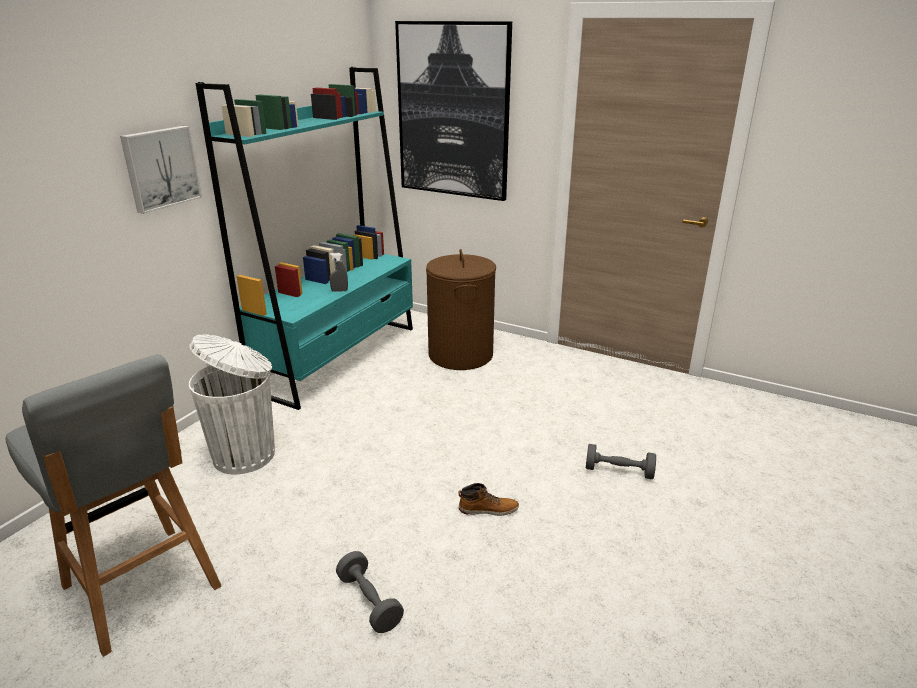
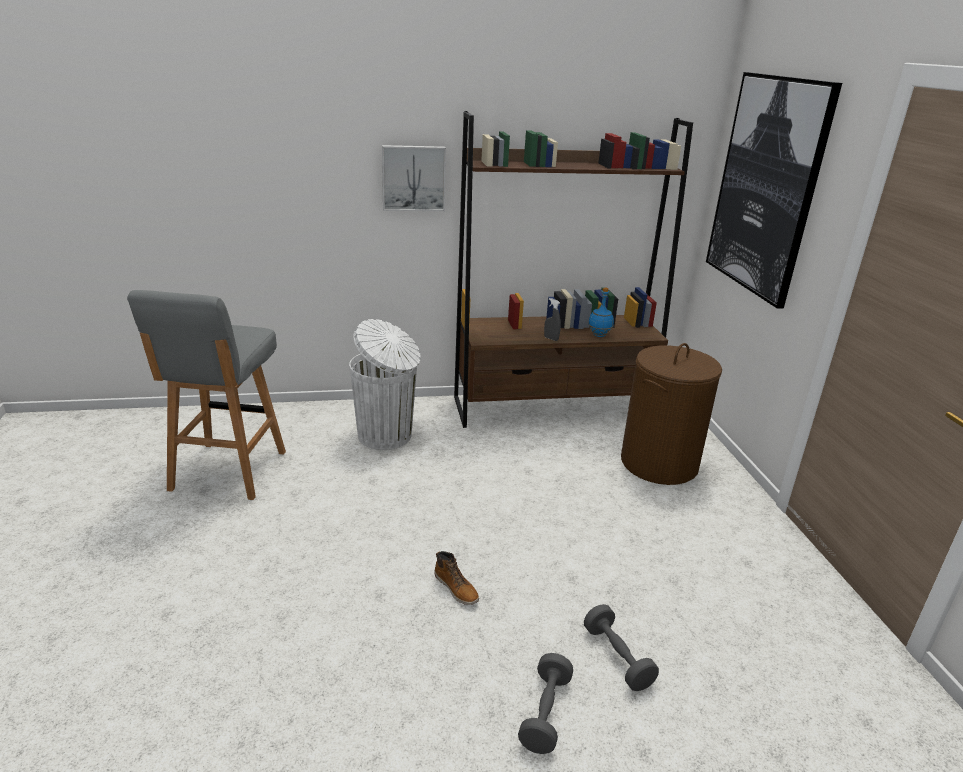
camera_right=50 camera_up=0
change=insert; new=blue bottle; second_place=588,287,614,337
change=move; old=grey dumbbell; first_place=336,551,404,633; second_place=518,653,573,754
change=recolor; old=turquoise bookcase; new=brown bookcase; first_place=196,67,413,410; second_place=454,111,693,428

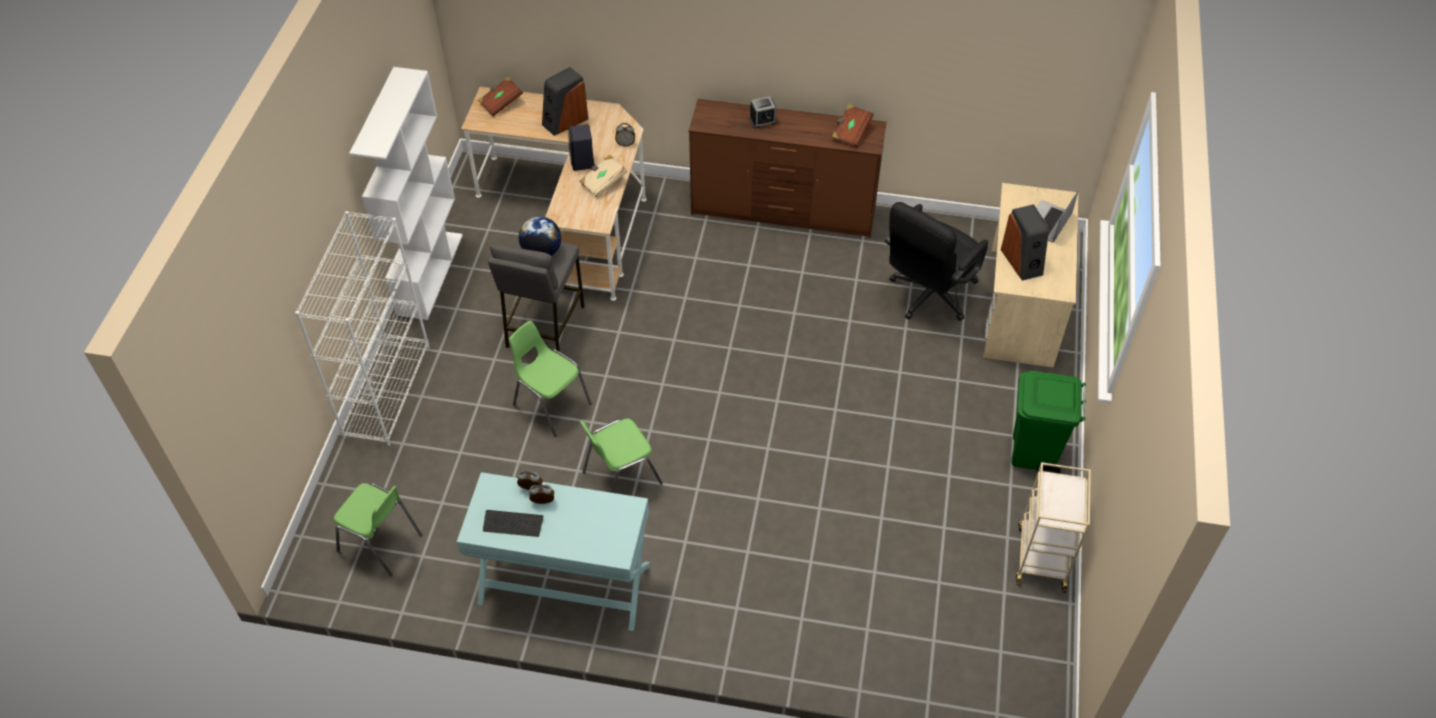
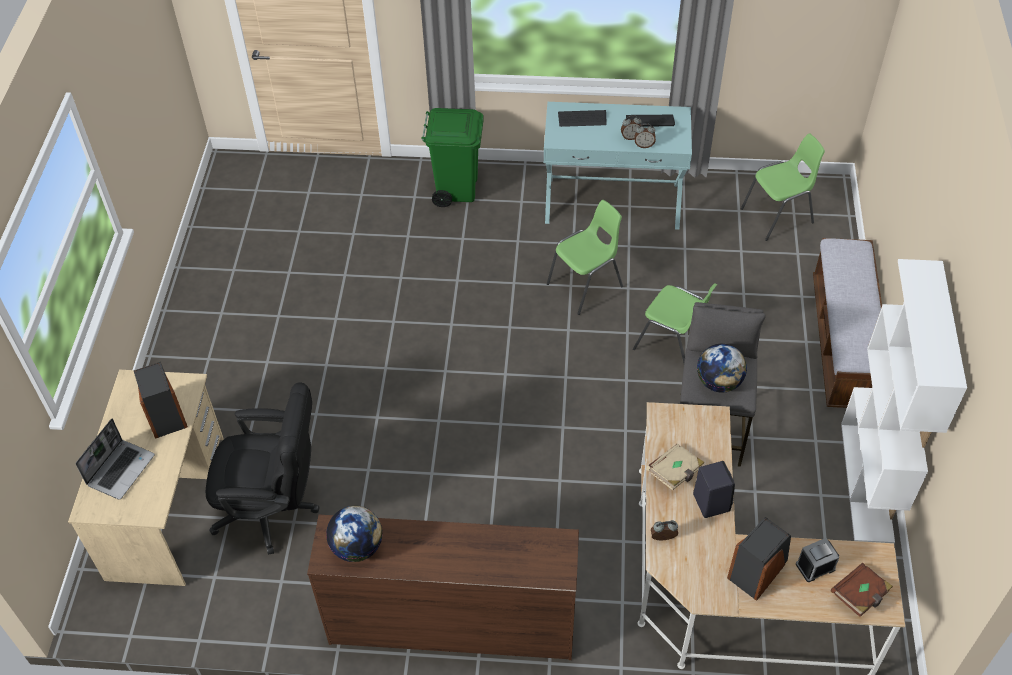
camera_right=175 camera_up=0
change=delete; old=beige cart; first_place=1016,462,1091,593
change=insert; new=keyboard; second_place=558,110,607,127
change=move; old=alarm clock; first_place=749,96,777,128; second_place=796,538,839,582
change=move; old=green trash can; first_place=1011,371,1086,474; second_place=421,108,484,207
change=replace; old=white bookcase; new=bench; first_place=295,211,430,446; second_place=813,238,882,408
change=replace; old=brown book; new=globe; first_place=832,104,874,148; second_place=326,506,383,562
change=rotate; old=green chair; first_place=334,483,422,576; second_place=741,134,825,241; degrees=135
change=rotate; old=black office chair; first_place=885,202,988,321; second_place=206,382,320,555; degrees=60

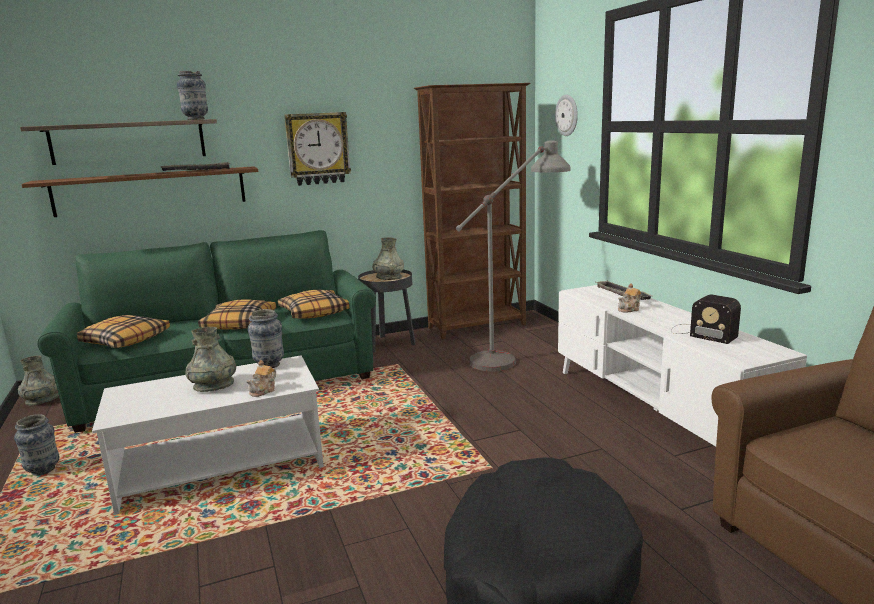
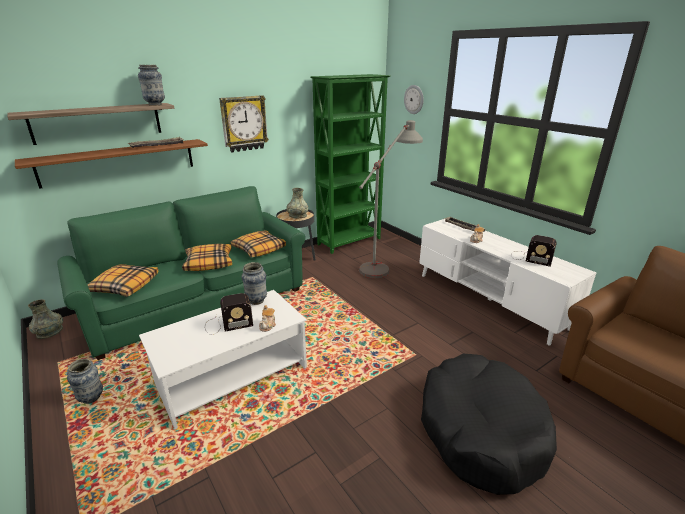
camera_right=-15 camera_up=10
change=replace; old=grey vase; new=radio; first_place=185,327,236,392; second_place=205,293,253,335
change=recolor; old=brown bookcase; new=green bookcase; first_place=414,83,531,339; second_place=310,74,391,254

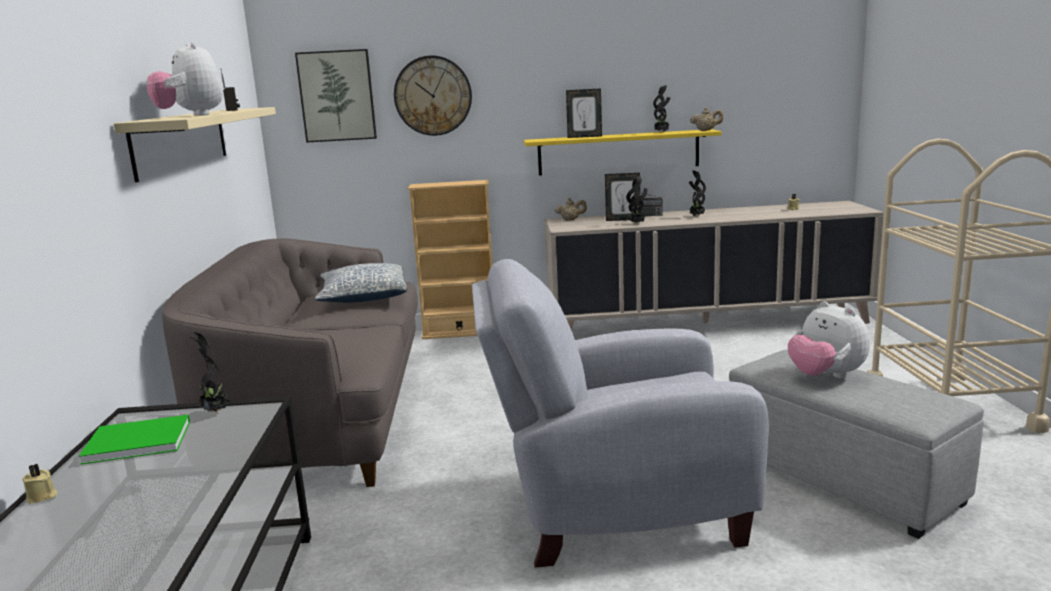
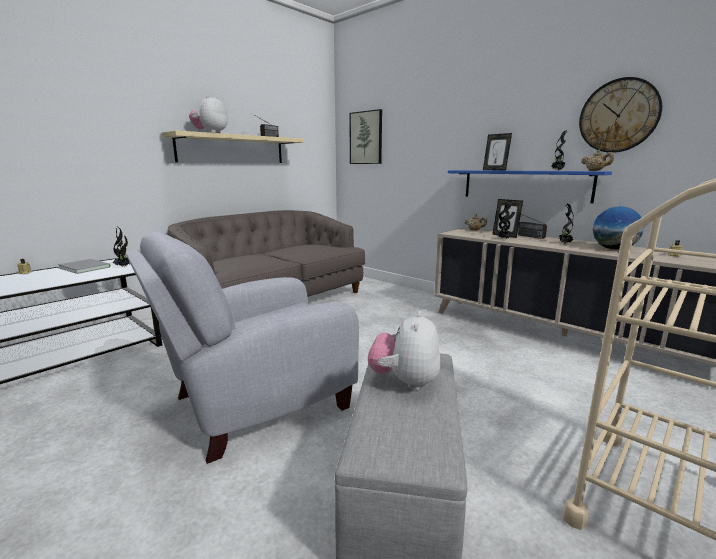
camera_right=45 camera_up=0
change=delete; old=pillow; first_place=315,263,407,303
change=delete; old=beige bookcase; first_place=408,180,493,339
change=insert; new=globe; second_place=592,206,644,250
change=move; old=wall clock; first_place=394,55,472,136; second_place=579,77,662,153
change=recolor; old=green book; new=grey book; first_place=79,415,190,464; second_place=58,259,111,274
change=recolor; old=yellow shelf; new=blue shelf; first_place=524,129,722,176; second_place=448,170,612,203
change=rotate; old=grey armchair; first_place=472,259,769,568; second_place=126,232,359,464; degrees=-75

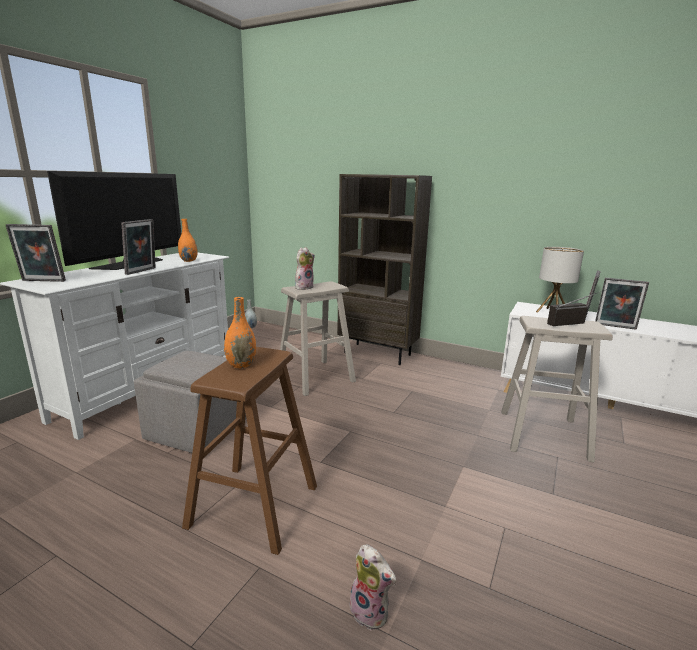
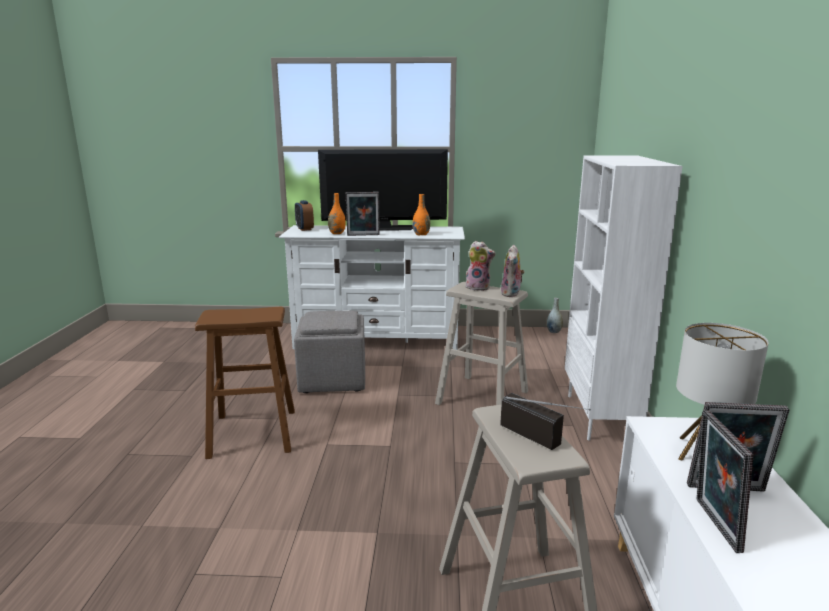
camera_right=65 camera_up=0
change=move; old=orange vase; first_place=224,297,256,368; second_place=328,193,346,234
change=move; old=plush toy; first_place=349,544,396,631; second_place=501,245,525,297
change=replace; old=picture frame; new=alarm clock; first_place=6,224,66,282; second_place=295,200,314,231
change=recolor; old=brown bookcase; new=white bookcase; first_place=337,174,432,365; second_place=565,155,683,440

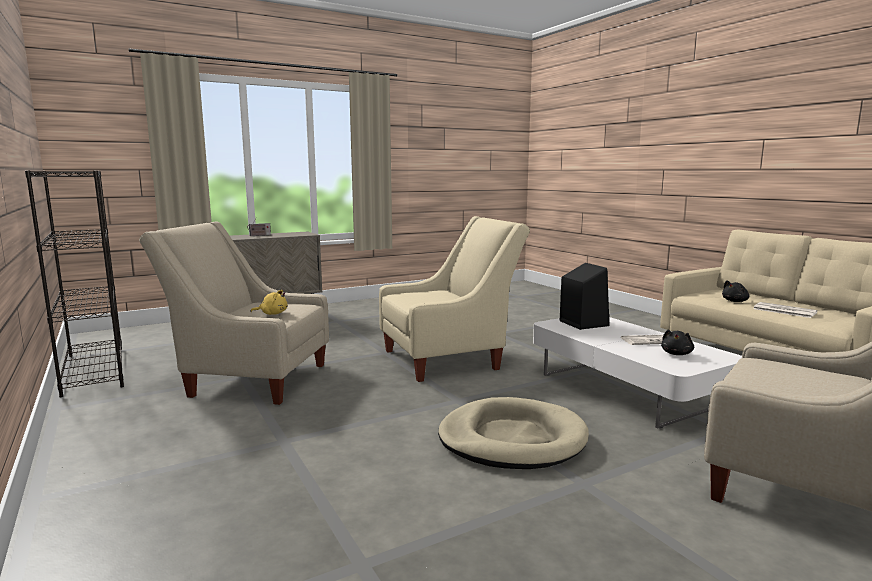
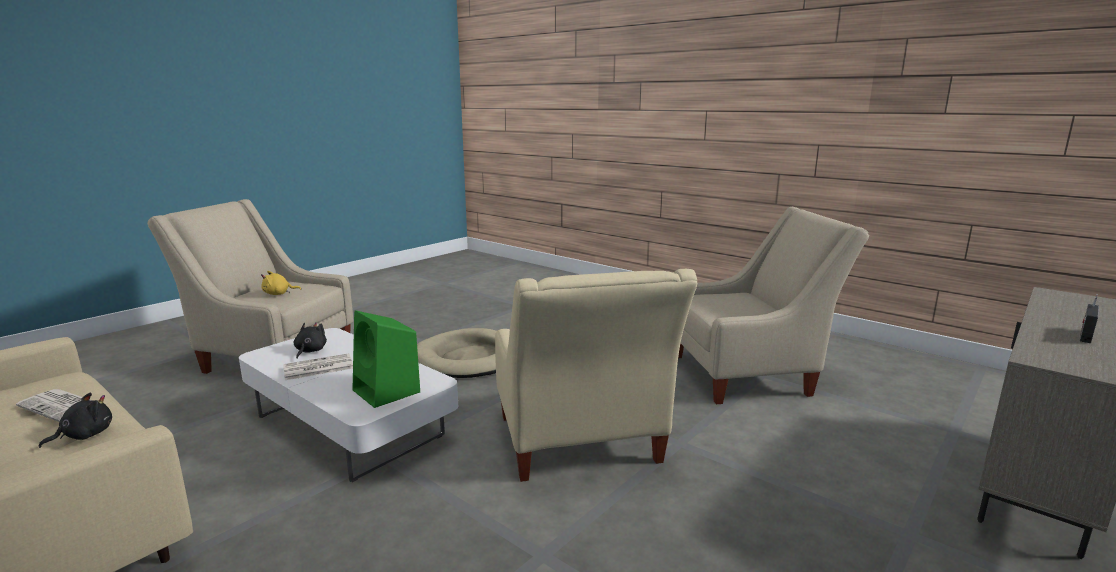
camera_right=160 camera_up=5
change=delete; old=black bookcase; first_place=25,170,124,397
change=move; old=yellow plush toy; first_place=251,290,288,315; second_place=261,271,301,295
change=recolor; old=black speaker; new=green speaker; first_place=559,263,610,330; second_place=353,310,420,408
change=rotate; old=beige armchair; first_place=379,216,530,382; second_place=495,269,697,482; degrees=-60

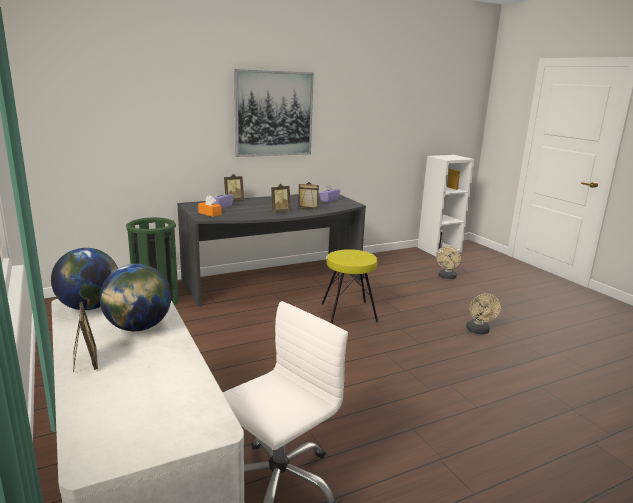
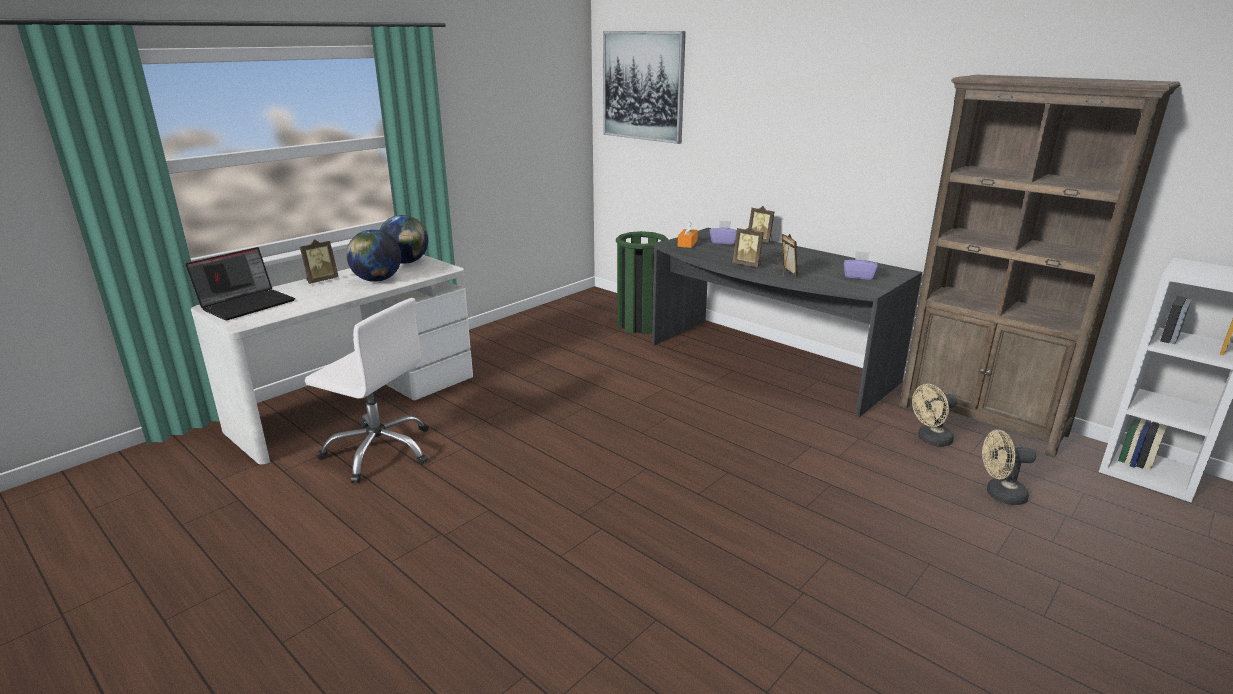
camera_right=70 camera_up=5
change=delete; old=yellow stool; first_place=322,249,378,324
change=insert; new=laptop; second_place=186,247,295,320
change=insert; new=brown bookcase; second_place=899,75,1180,458
change=move; old=picture; first_place=234,69,314,157; second_place=603,31,686,144
change=move; old=beige fan; first_place=466,294,501,334; second_place=912,384,957,447

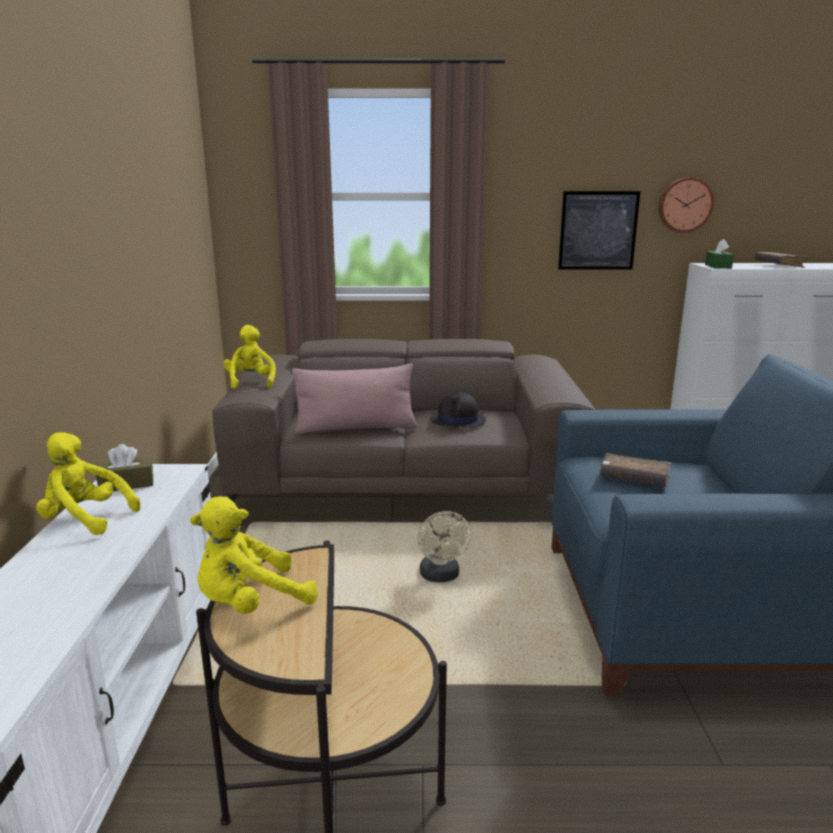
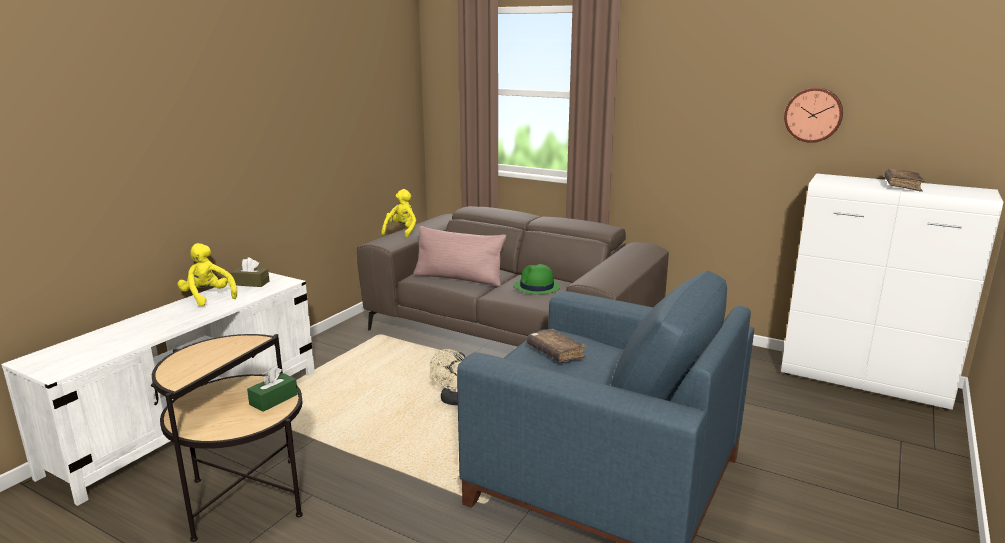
camera_right=30 camera_up=0
change=delete; old=yellow plush toy; first_place=190,496,318,614
change=delete; old=picture; first_place=558,191,641,269
change=move; old=green tissue box; first_place=705,239,734,269; second_place=247,368,298,412
change=recolor; old=black hat; new=green hat; first_place=430,392,486,428; second_place=513,264,561,295

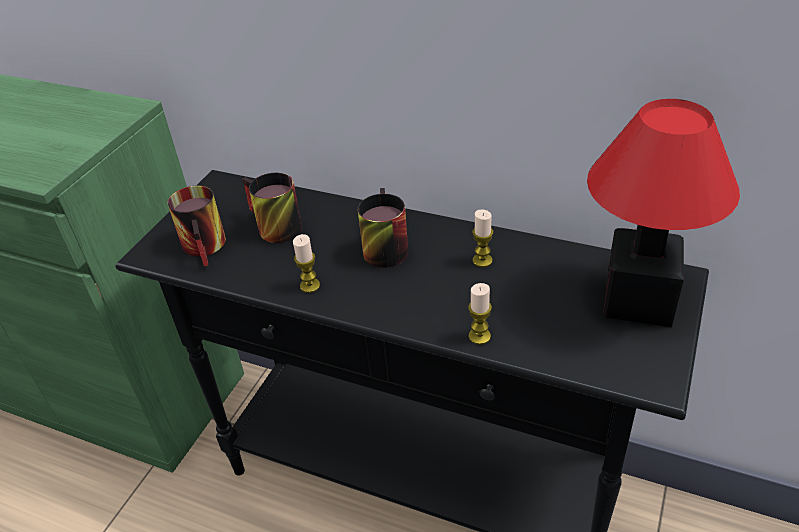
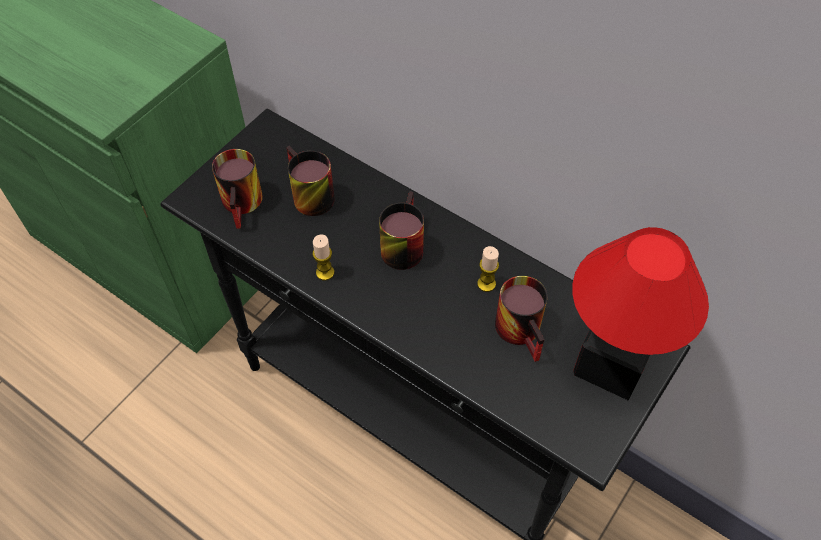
camera_right=10 camera_up=15
change=delete; old=candle; first_place=468,283,492,345
change=insert; new=mug; second_place=495,276,547,362

